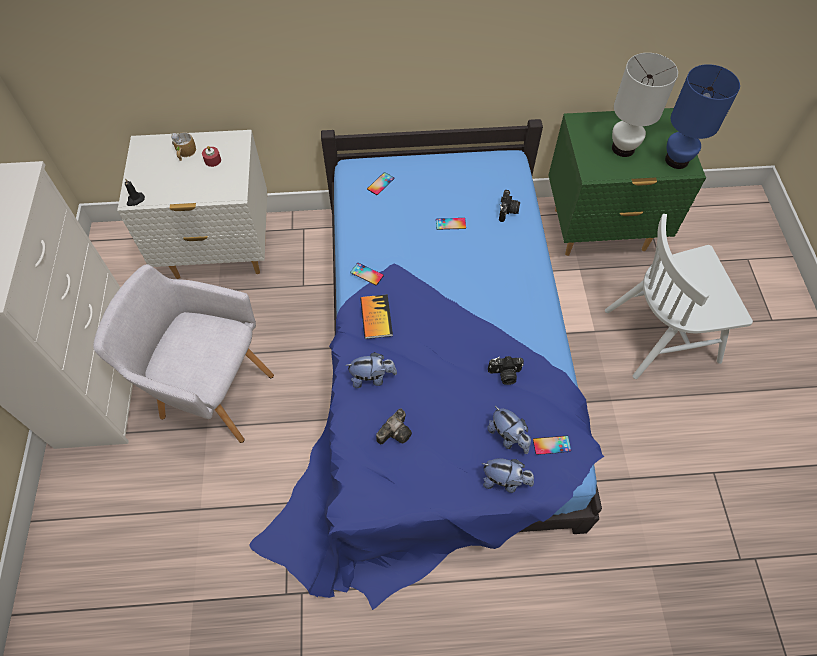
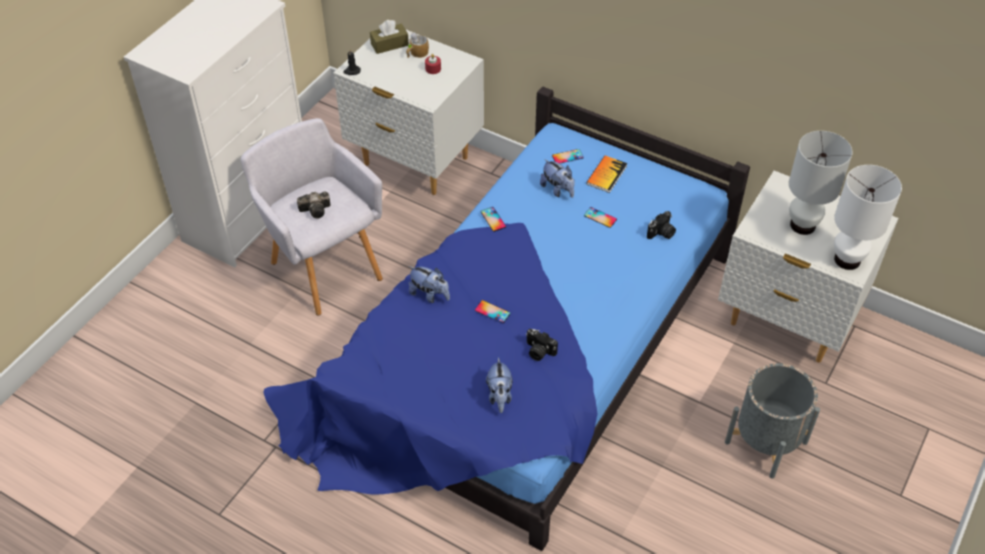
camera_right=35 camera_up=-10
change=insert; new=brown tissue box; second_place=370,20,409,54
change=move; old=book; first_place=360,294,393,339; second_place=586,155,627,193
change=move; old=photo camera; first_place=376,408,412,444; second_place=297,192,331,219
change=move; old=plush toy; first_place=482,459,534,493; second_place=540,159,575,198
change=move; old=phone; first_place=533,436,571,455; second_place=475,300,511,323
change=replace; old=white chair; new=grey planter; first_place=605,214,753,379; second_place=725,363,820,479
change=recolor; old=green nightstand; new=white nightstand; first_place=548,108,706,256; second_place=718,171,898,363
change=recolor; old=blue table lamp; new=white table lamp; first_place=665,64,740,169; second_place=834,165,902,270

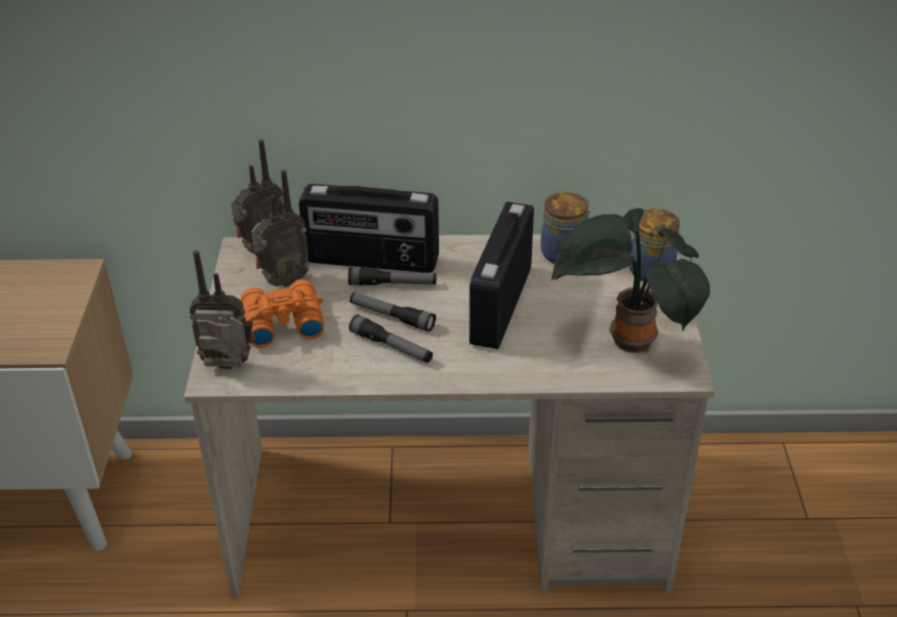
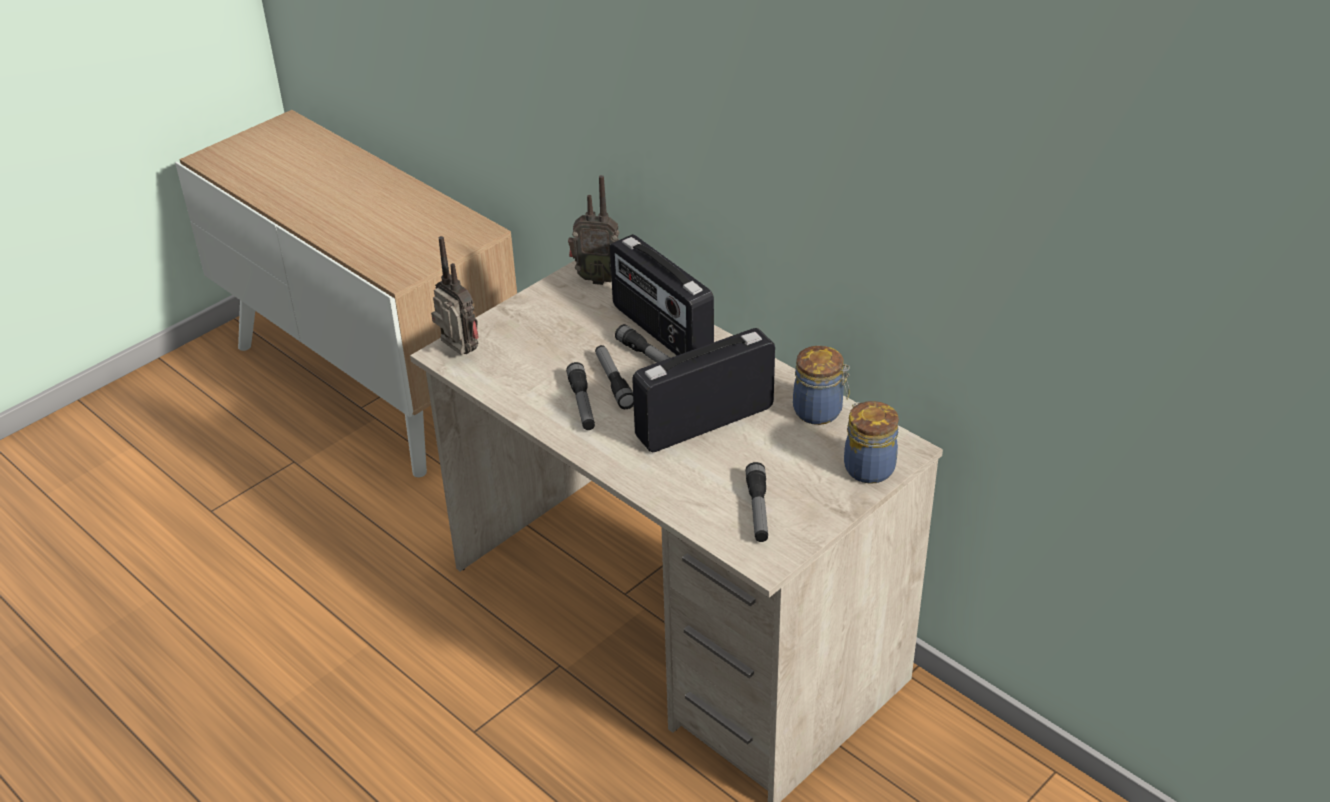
camera_right=45 camera_up=0
change=delete; old=orange binoculars; first_place=241,280,324,348
change=delete; old=radio; first_place=251,169,310,287
change=replace; old=potted plant; new=flashlight; first_place=549,208,710,353; second_place=745,462,768,542

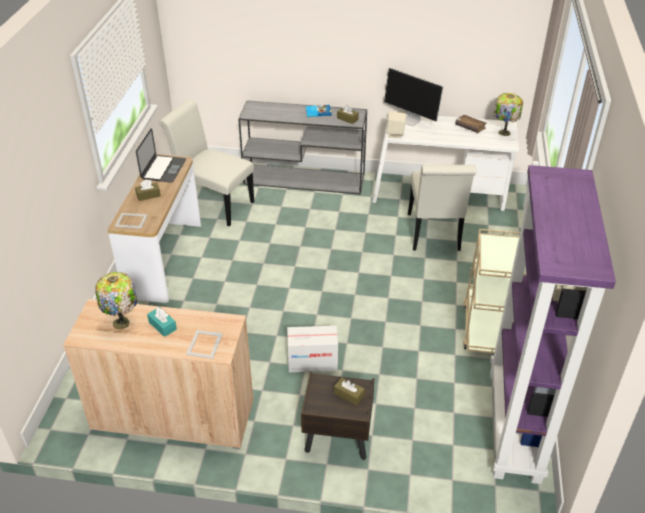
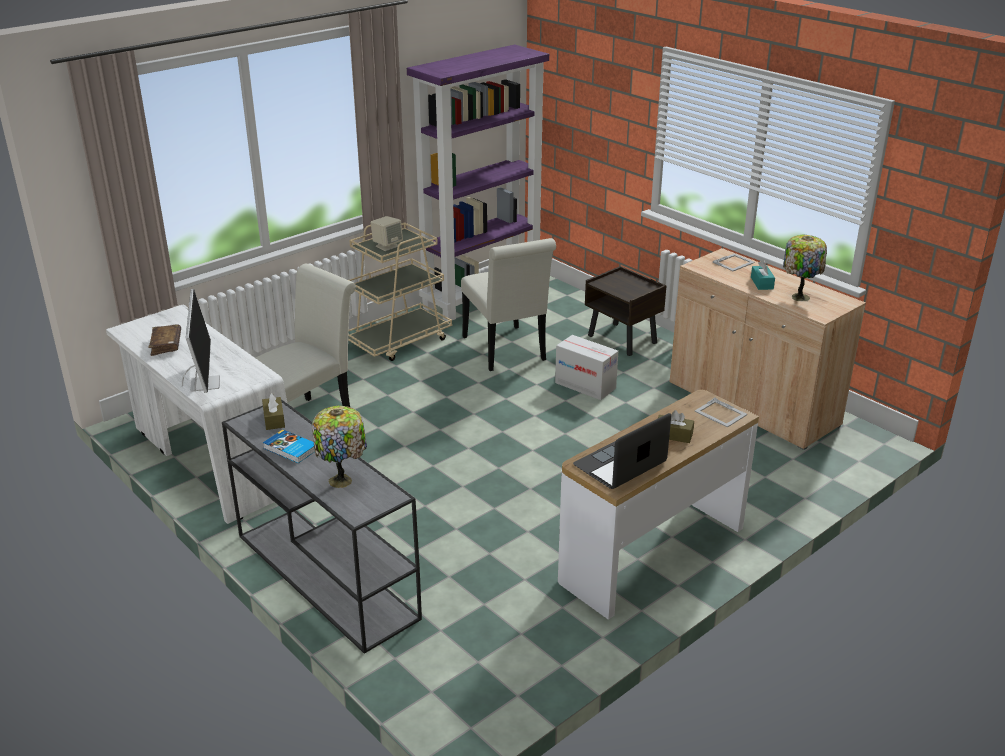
camera_right=-140 camera_up=-10
change=delete; old=brown tissue box; first_place=334,377,365,405
change=move; old=white chair; first_place=159,99,254,227; second_place=461,238,556,371
change=move; old=beige speaker; first_place=386,111,406,138; second_place=371,216,403,251
change=move; old=table lamp; first_place=493,93,523,136; second_place=312,406,367,488

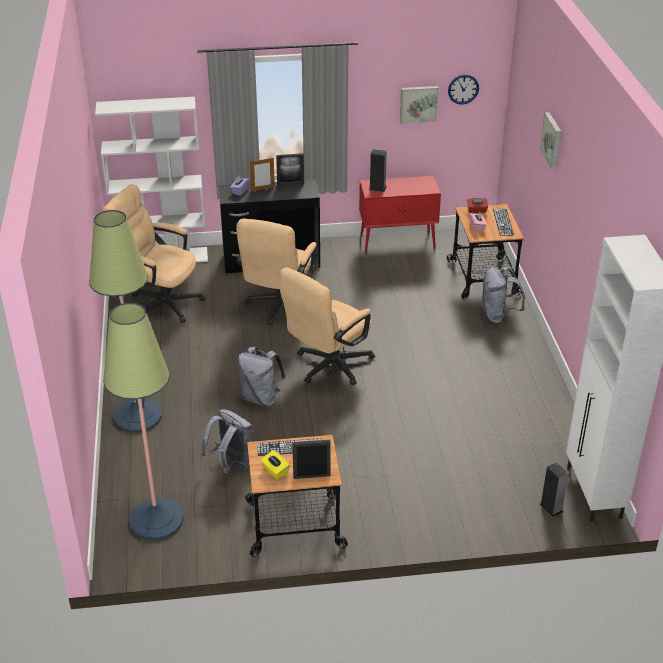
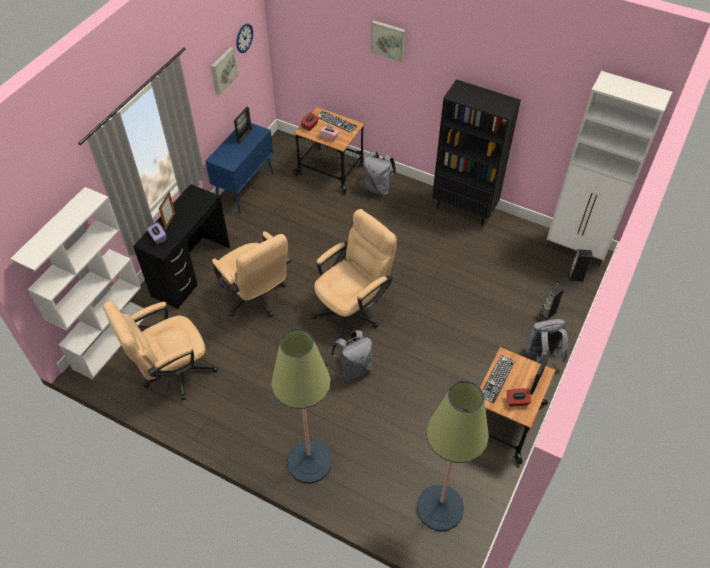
camera_right=-55 camera_up=15
change=insert; new=black bookcase; second_place=432,79,521,226
change=move; old=grey backpack; first_place=201,409,253,473; second_place=526,319,568,364
change=move; old=picture frame; first_place=276,153,304,186; second_place=234,107,252,144
change=move; old=speaker; first_place=369,149,387,192; second_place=539,283,564,320
change=recolor; old=yellow tissue box; new=red tissue box; first_place=261,450,290,479; second_place=506,388,531,407
change=recolor; old=red cabinet; new=blue cabinet; first_place=359,176,441,254; second_place=205,123,273,213
change=rotate; old=beige office chair; first_place=279,267,375,385; second_place=311,209,397,340; degrees=-120

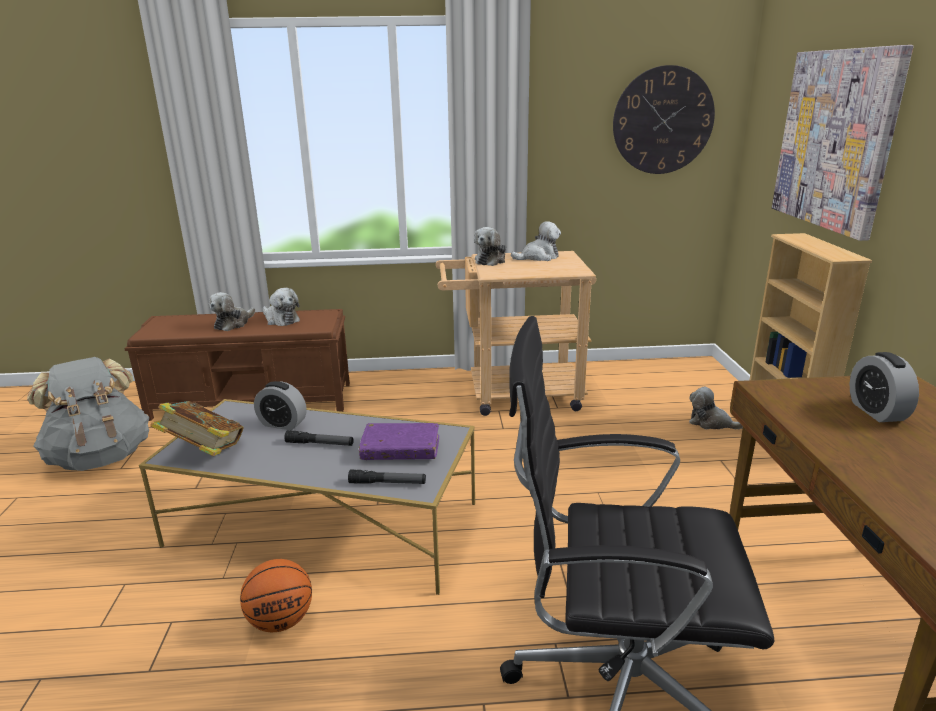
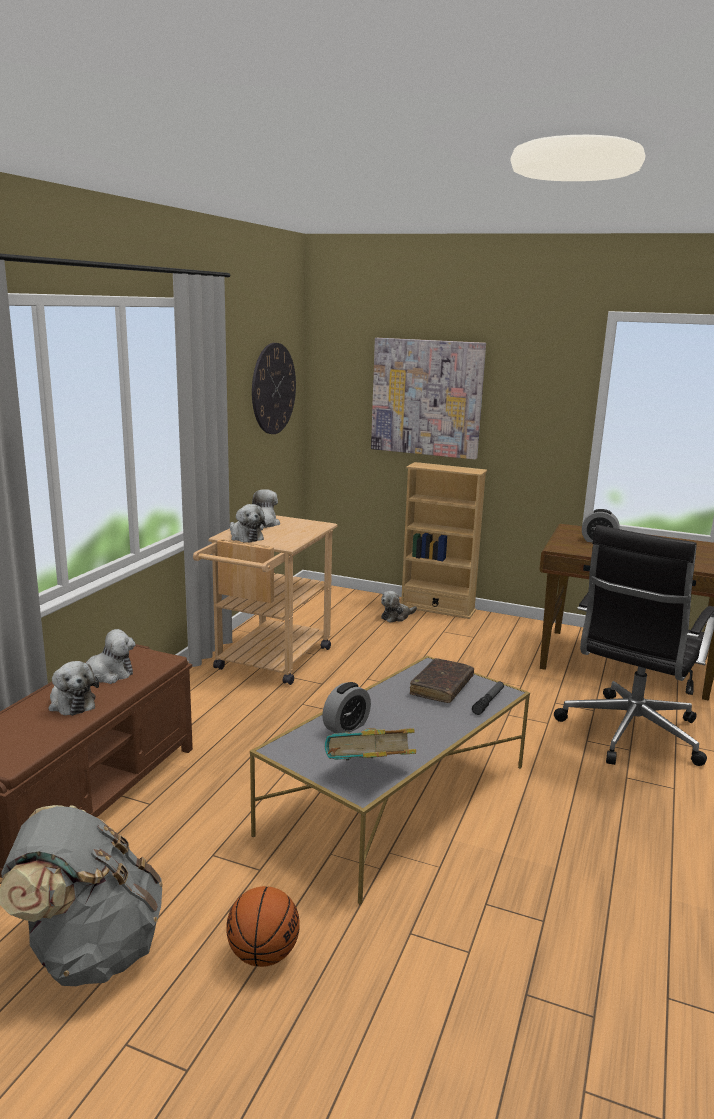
camera_right=-65 camera_up=-5
change=delete; old=flashlight; first_place=284,430,354,446
change=move; old=basketball; first_place=240,559,312,632; second_place=226,886,300,967
change=recolor; old=purple book; new=brown book; first_place=359,423,439,460; second_place=410,658,474,703

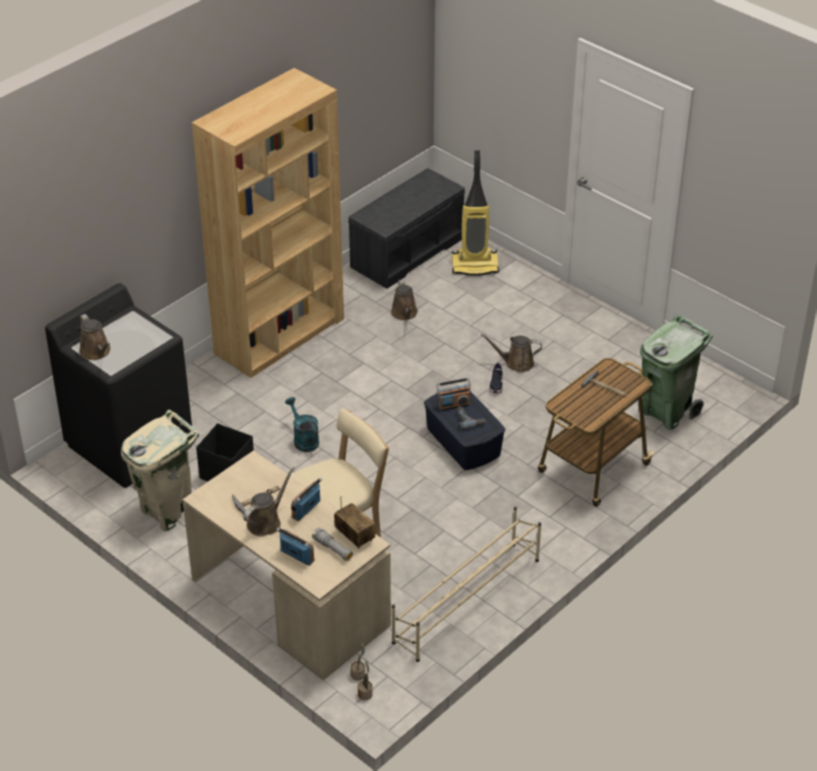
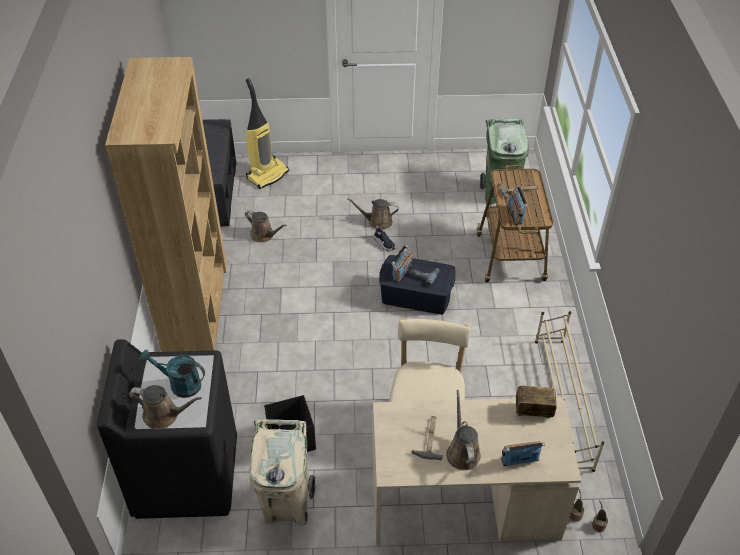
camera_right=-45 camera_up=5
change=delete; old=grey flashlight; first_place=312,527,353,561
change=move; old=turquoise watering can; first_place=285,397,319,452; second_place=140,350,205,398
change=move; old=radio; first_place=291,478,322,521; second_place=508,185,528,225
change=rotate; old=brown watering can; first_place=481,334,542,372; second_place=347,198,399,230; degrees=45

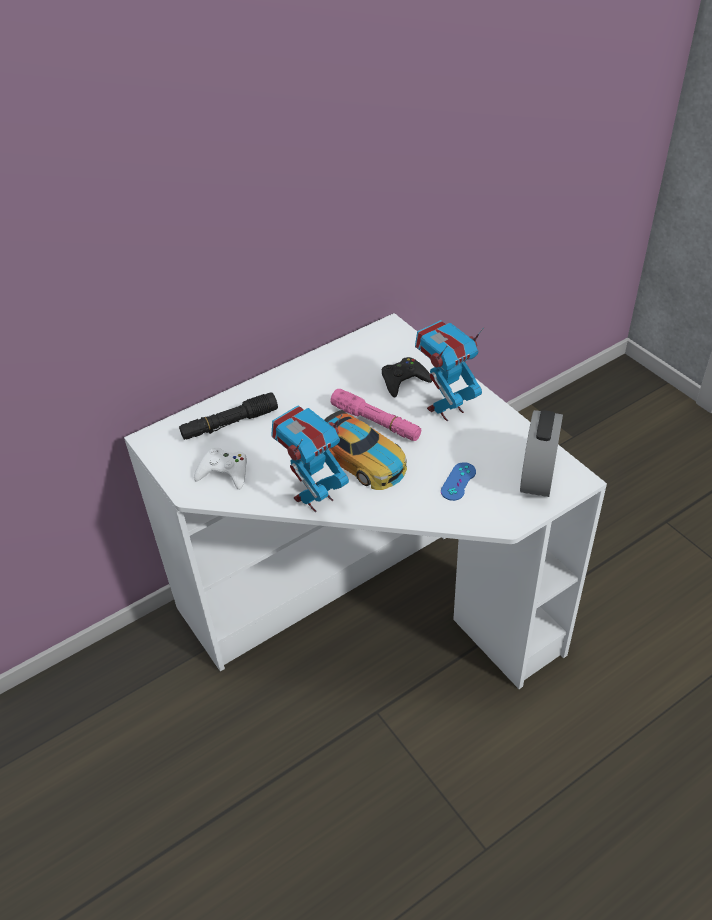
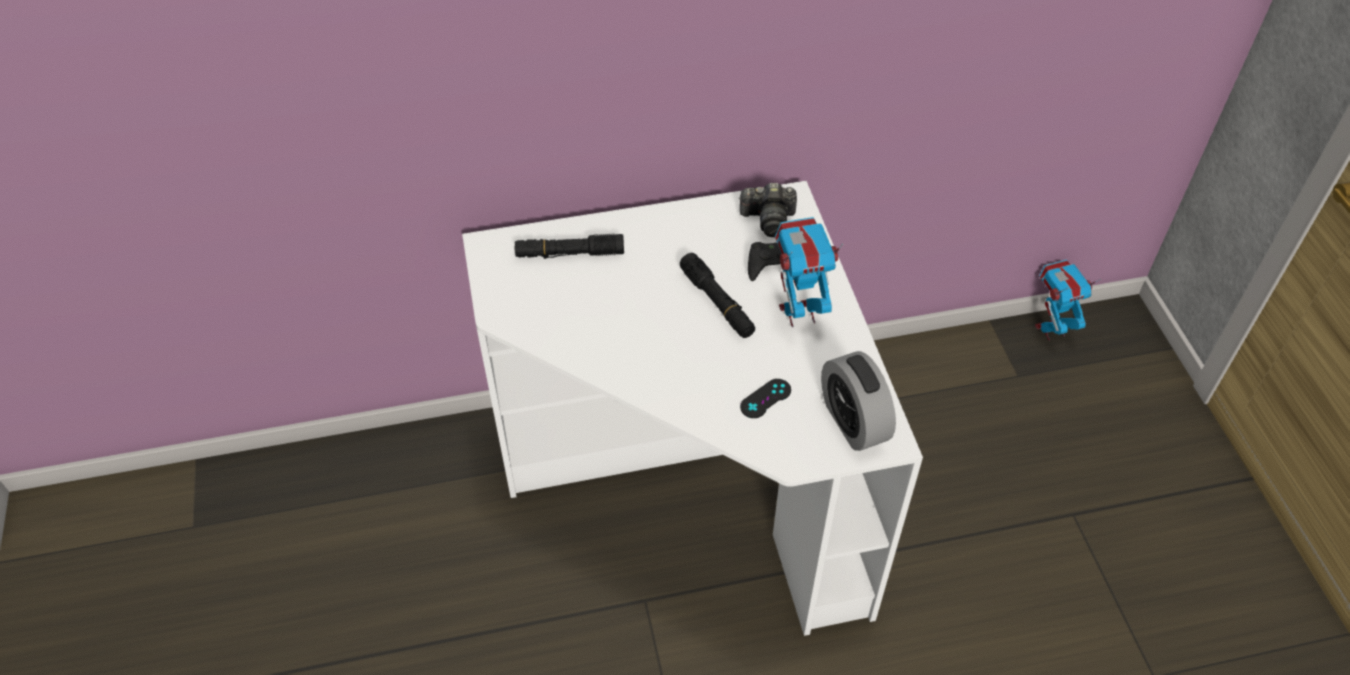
camera_right=20 camera_up=5
change=delete; old=white game controller; first_place=194,448,247,490
change=delete; old=toy car; first_place=324,410,407,490
change=insert; new=photo camera; second_place=738,183,797,237
change=move; old=toy robot; first_place=271,405,349,512; second_place=1035,260,1102,341
change=recolor; old=pink flashlight; new=black flashlight; first_place=330,389,421,441; second_place=680,253,755,338
change=recolor; old=blue game controller; new=black game controller; first_place=441,462,476,501; second_place=740,379,791,418
change=rotate; old=alarm clock; first_place=520,410,563,497; second_place=821,351,896,451; degrees=120

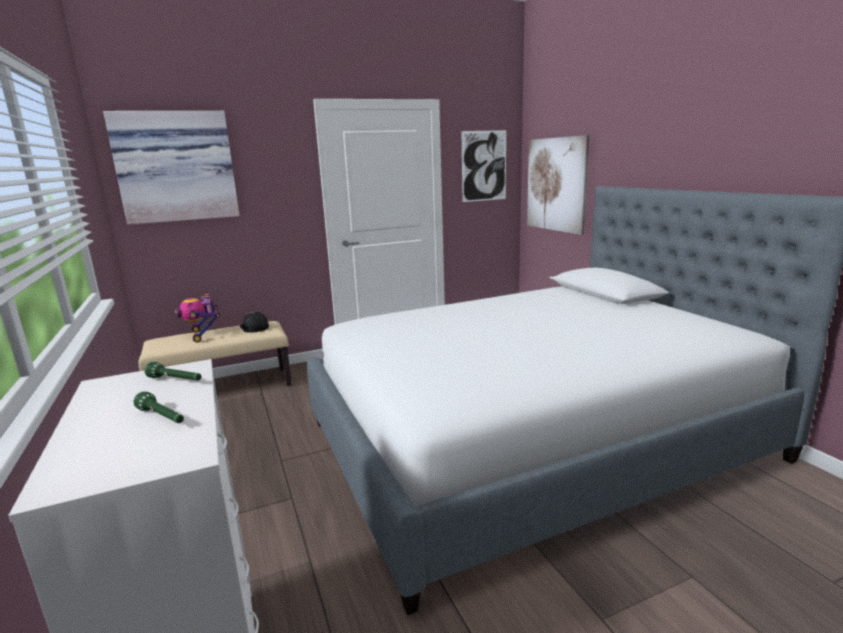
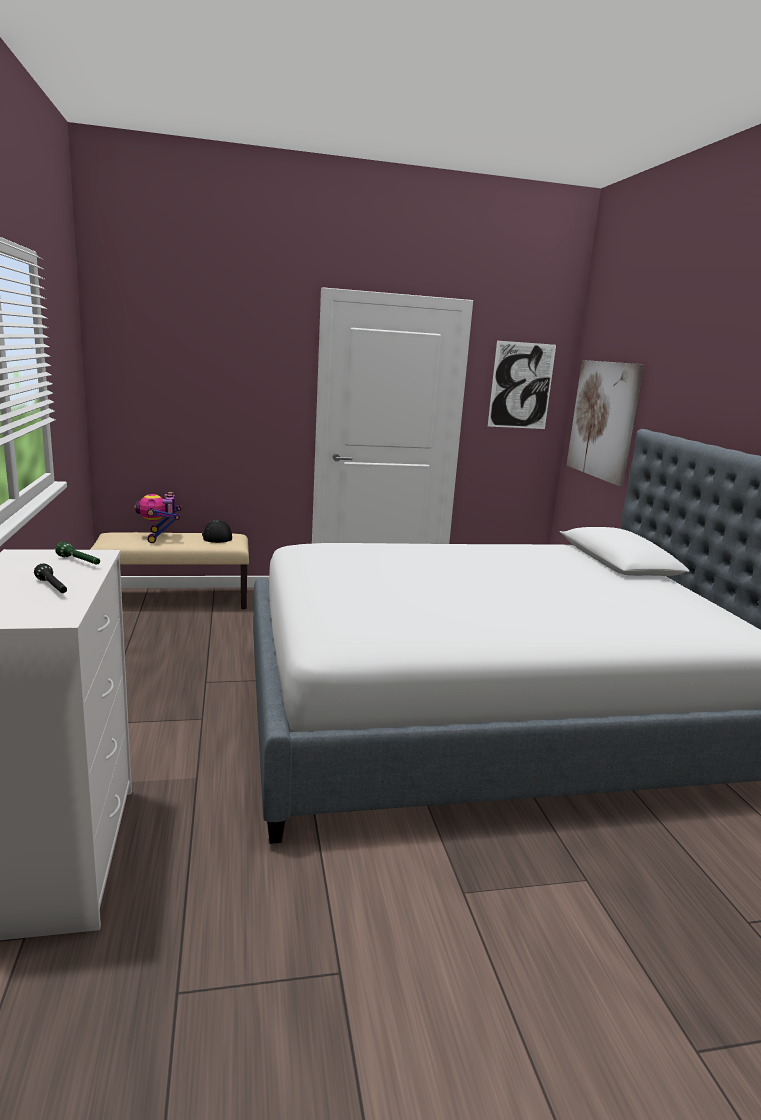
camera_right=10 camera_up=0
change=delete; old=picture; first_place=103,111,240,225
change=recolor; old=green flashlight; new=black flashlight; first_place=133,391,184,423; second_place=34,563,67,593

